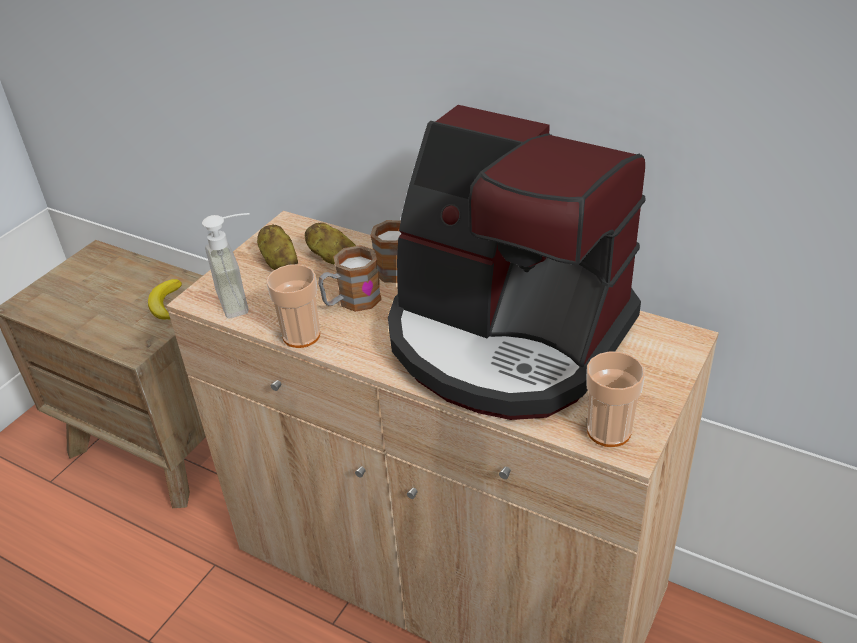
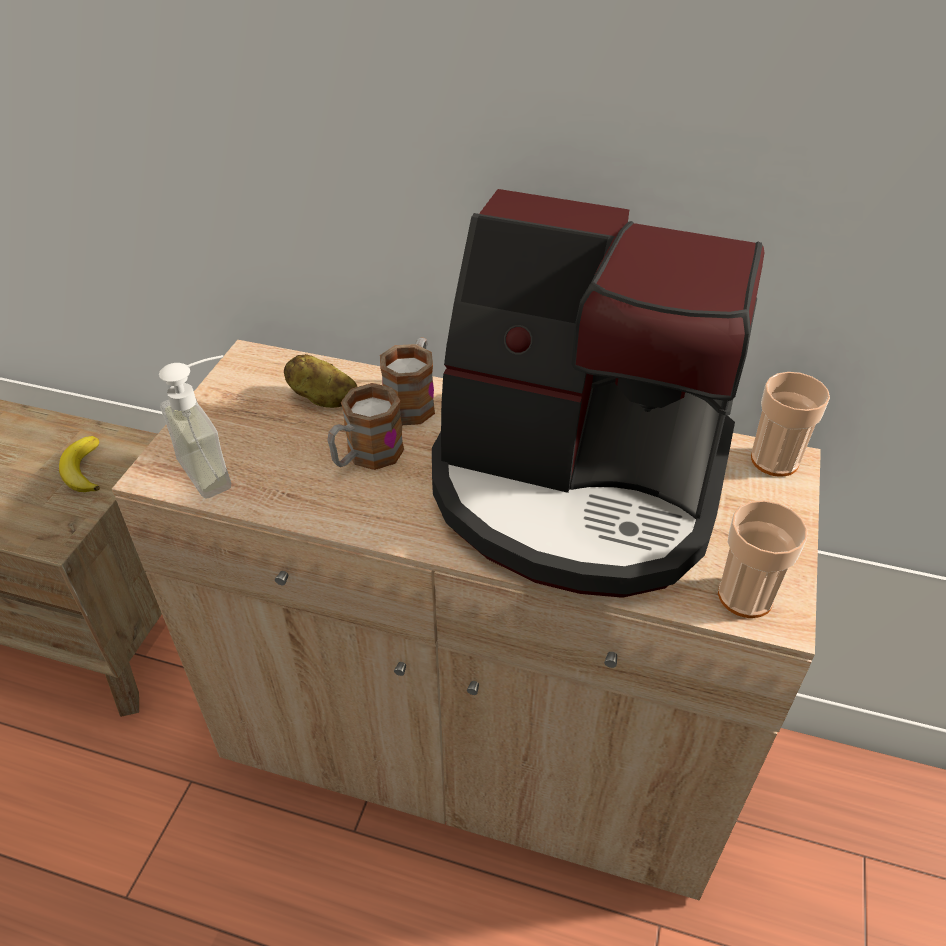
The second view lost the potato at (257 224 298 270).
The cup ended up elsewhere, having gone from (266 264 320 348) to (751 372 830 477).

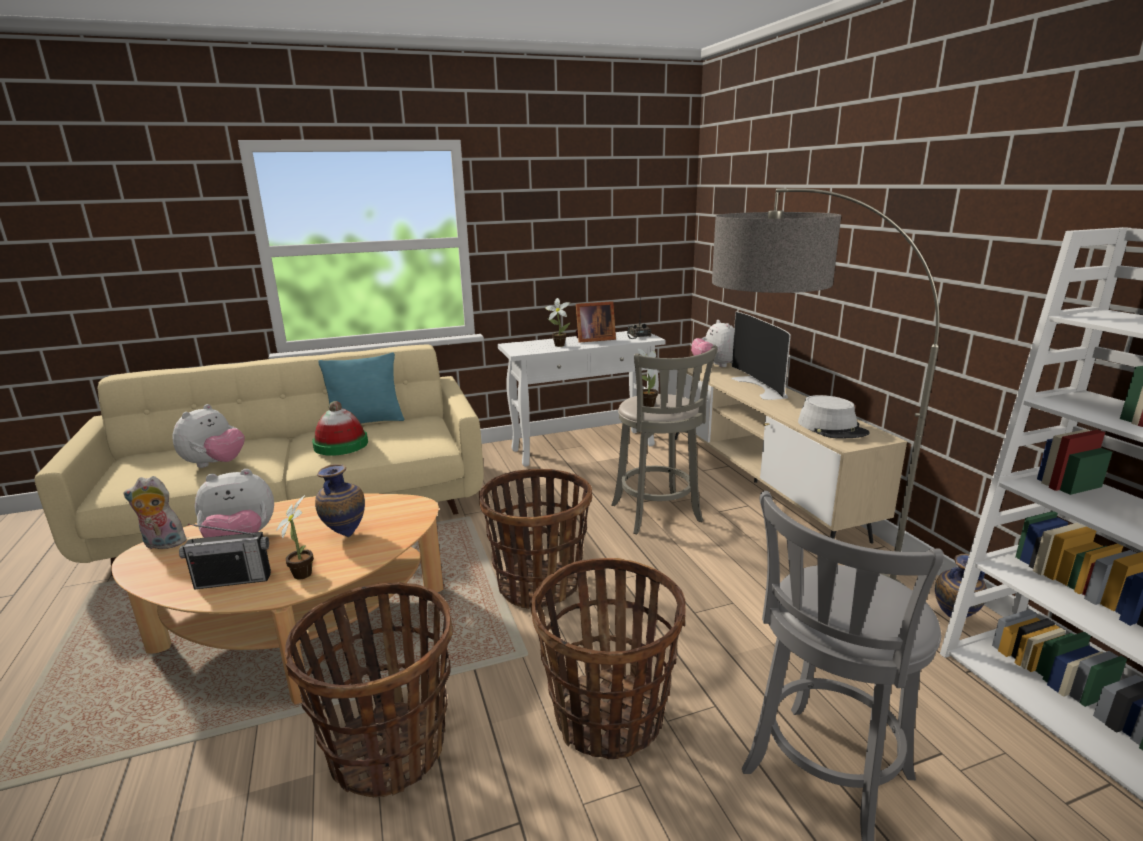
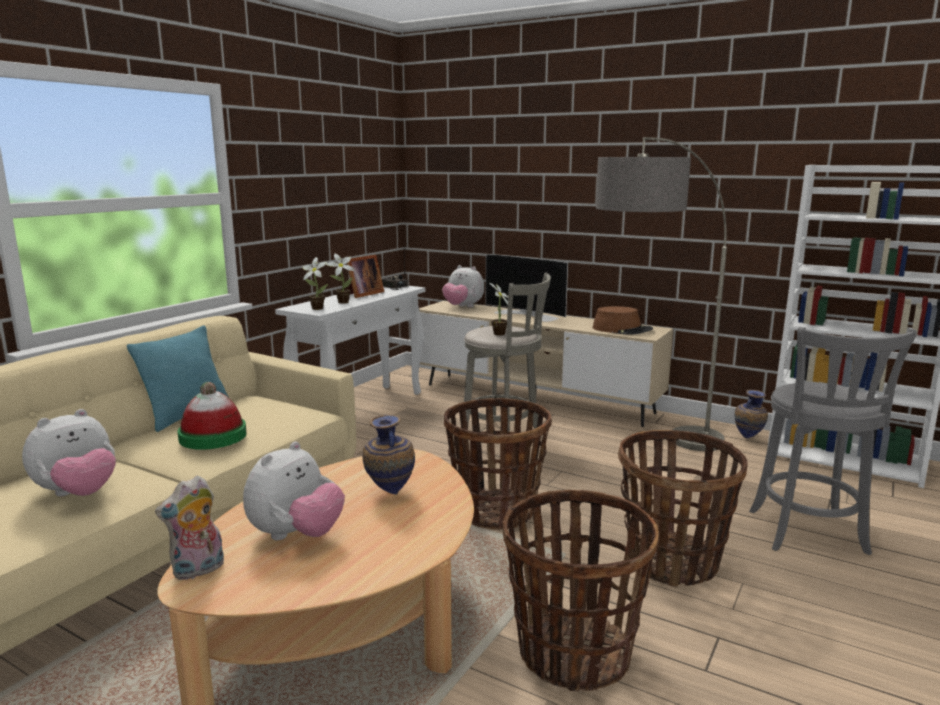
The second view lost the radio at (179 524 271 590).
The potted plant ended up elsewhere, having gone from (276 495 314 580) to (302 257 328 310).
What was the grey hat at (798 395 870 438) turned into the brown hat at (593 306 653 335).
The plush toy at (172 404 245 468) ended up facing another way, 60 degrees clockwise from before.

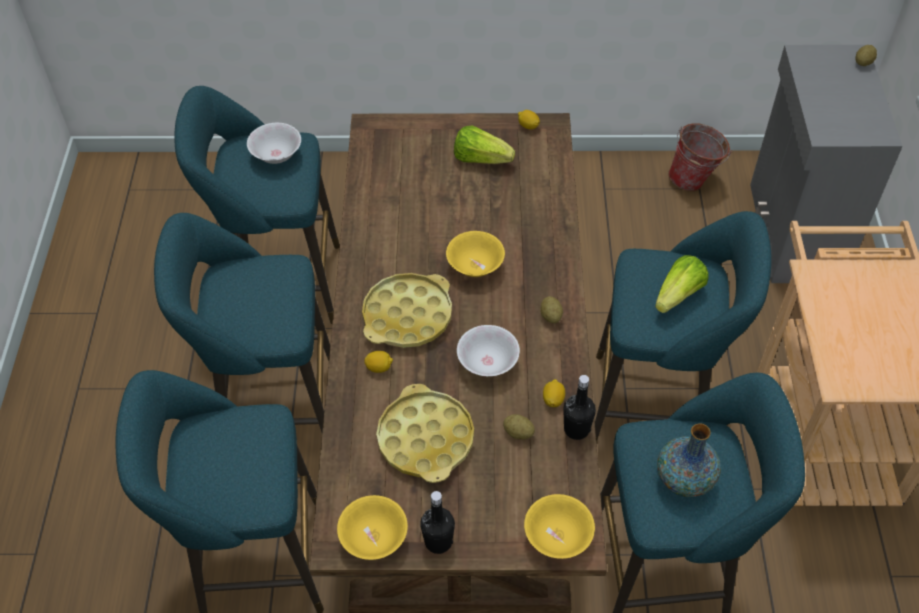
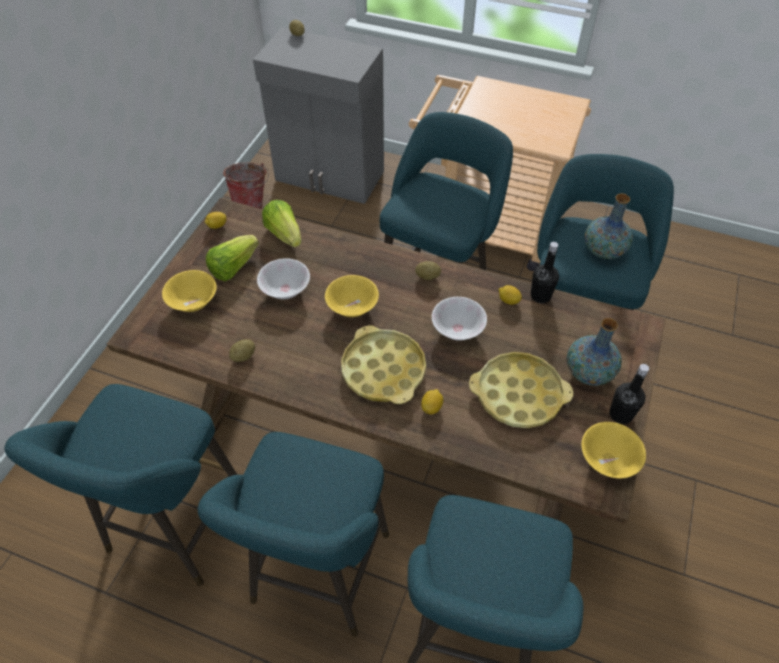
The second view gained the vase at (567 318 622 386).
The white bowl ended up elsewhere, having gone from (247 123 301 164) to (257 258 310 299).
The potato ended up elsewhere, having gone from (503 414 535 440) to (229 339 255 362).
The yellow bowl ended up elsewhere, having gone from (524 494 595 559) to (162 270 217 312).
The lettuce ended up elsewhere, having gone from (655 255 708 313) to (262 200 301 247).

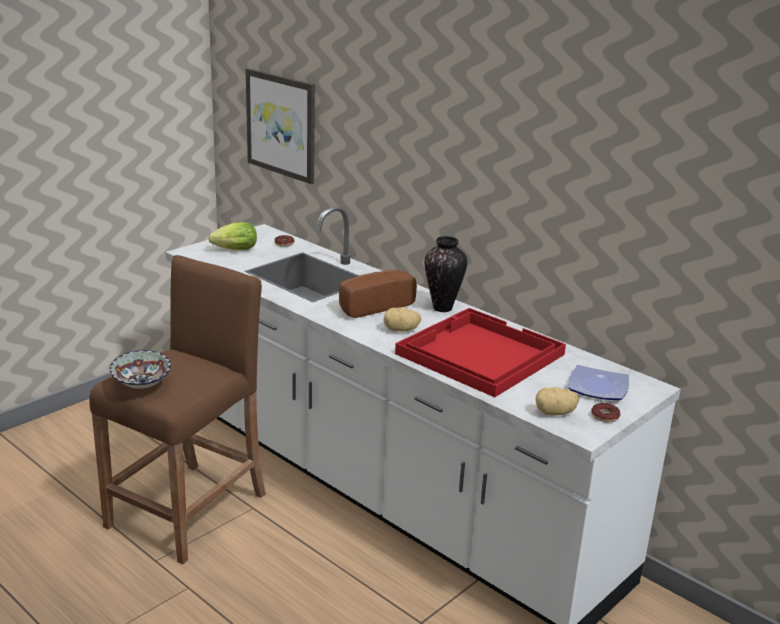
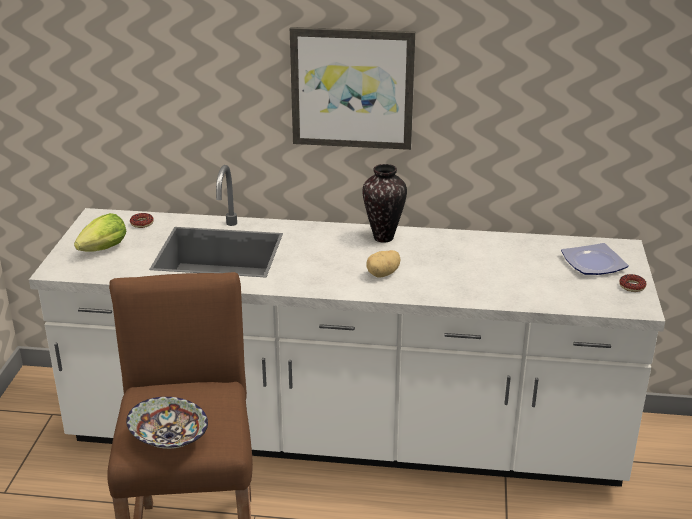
The second view lost the bread at (339 270 417 318).
The second view lost the red tray at (395 308 566 397).
The second view lost the potato at (536 387 579 416).
The picture ended up elsewhere, having gone from (246 68 315 184) to (290 27 415 150).

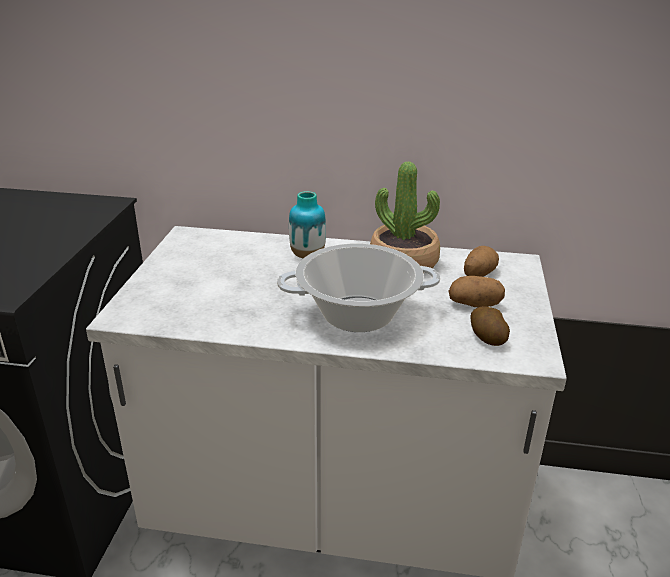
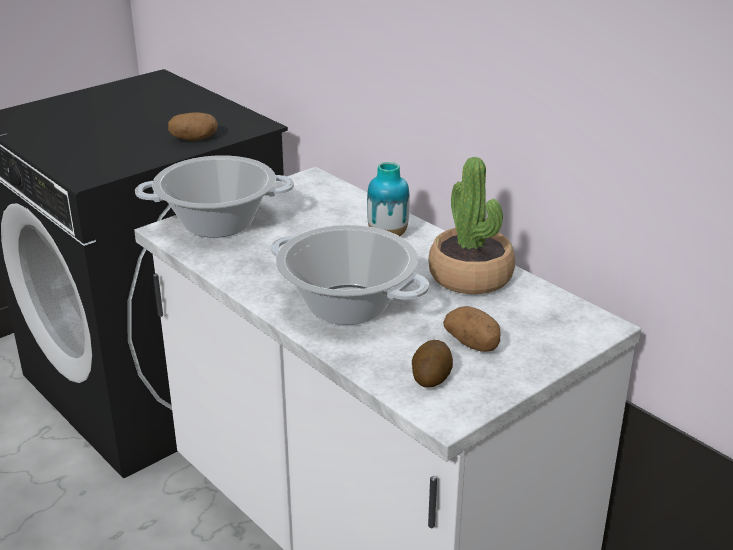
The second view gained the cooking pot at (135 155 294 238).
The potato ended up elsewhere, having gone from (464 246 499 277) to (168 112 218 141).

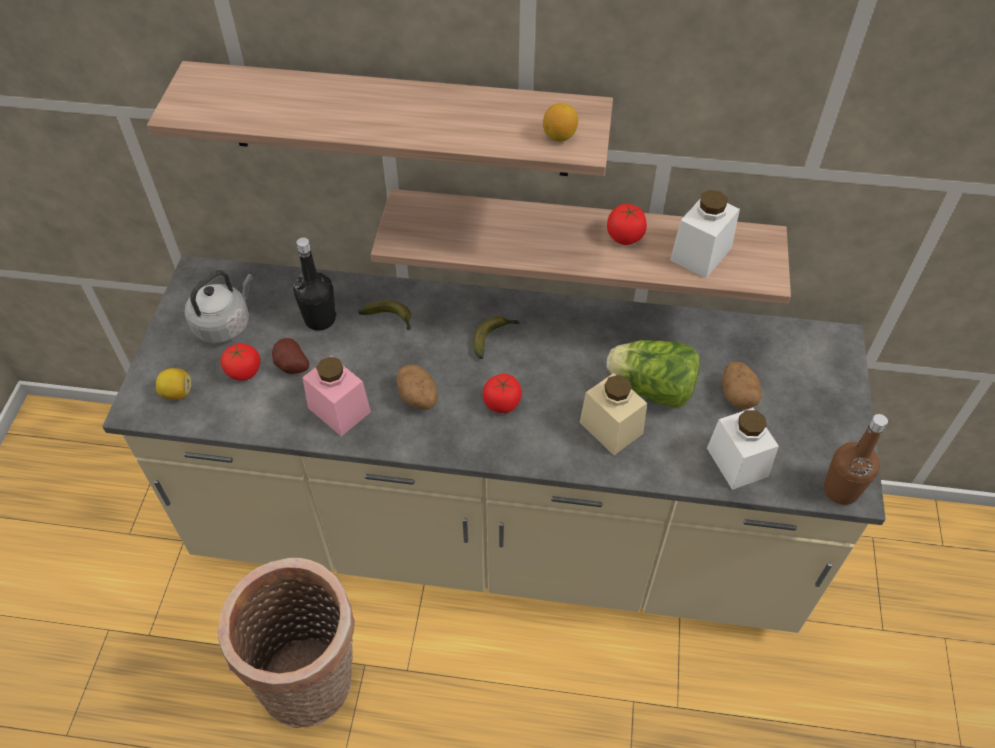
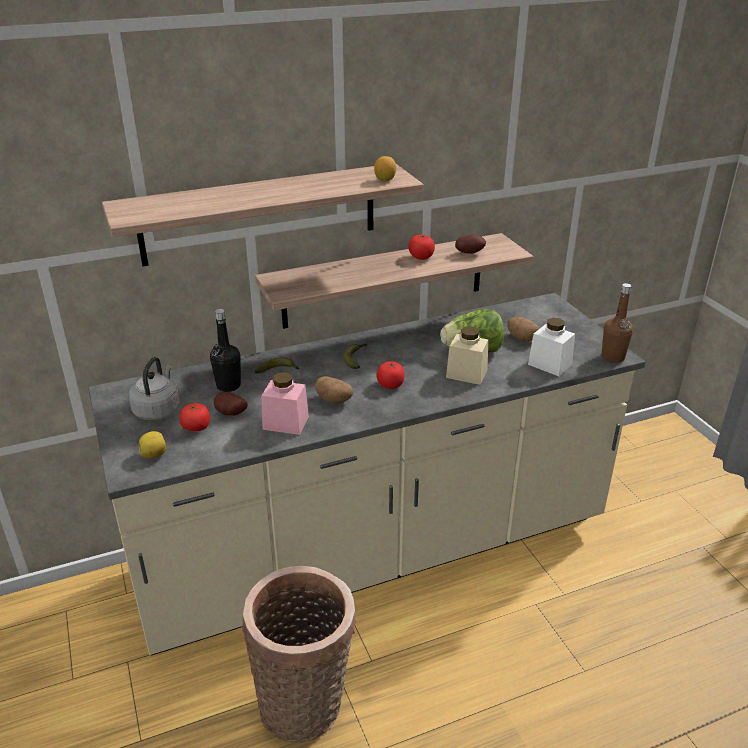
Where the white jar stood at (670 190 740 278), the potato came to stand at (455 234 486 254).

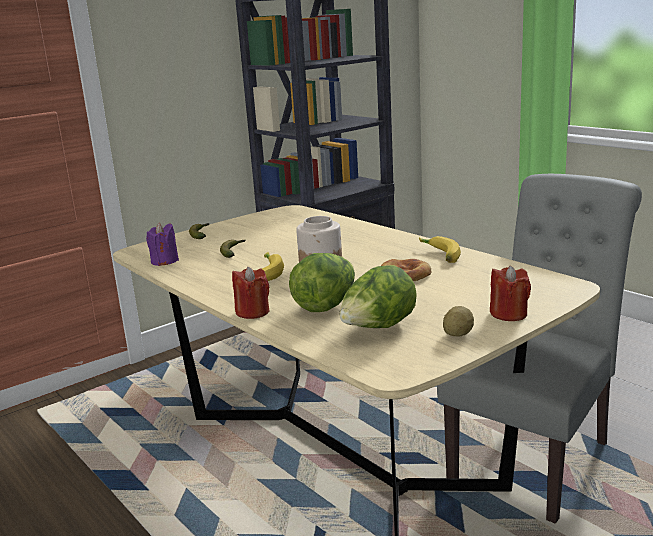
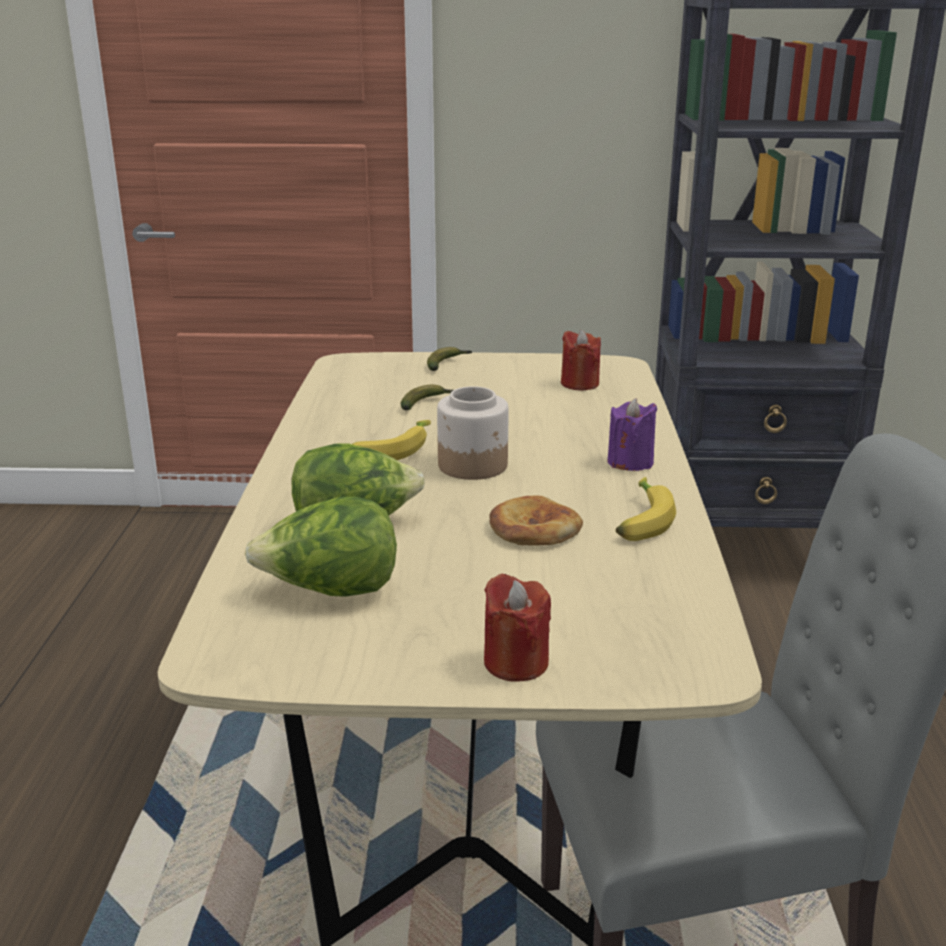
The second view lost the potato at (443 306 474 337).
The purple candle ended up elsewhere, having gone from (146 223 179 266) to (607 398 657 471).
The red candle ended up elsewhere, having gone from (232 267 269 319) to (561 330 601 391).

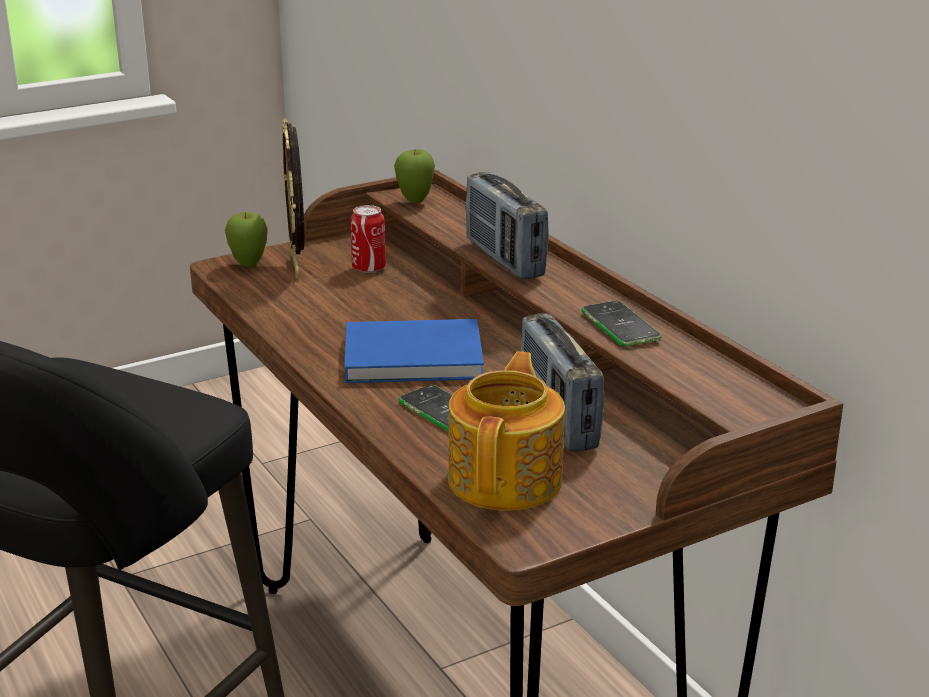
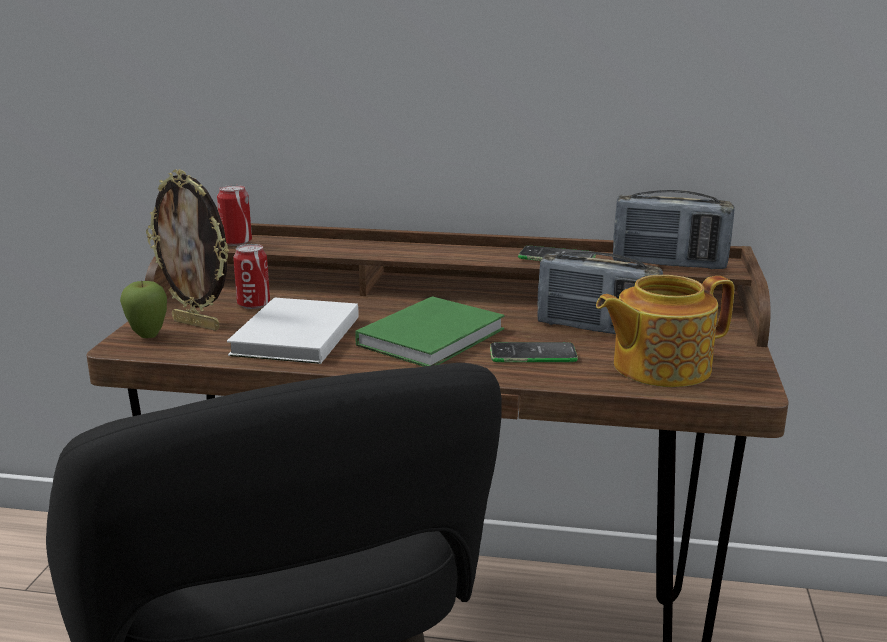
The second view gained the white book at (227 297 359 364).
The radio ended up elsewhere, having gone from (465 172 549 279) to (613 190 735 269).
Where the apple stood at (394 149 435 203), the can came to stand at (217 185 252 246).
What was the blue book at (344 319 484 383) turned into the green book at (355 296 505 367).
The teapot at (448 351 565 511) ended up facing another way, 75 degrees counterclockwise from before.

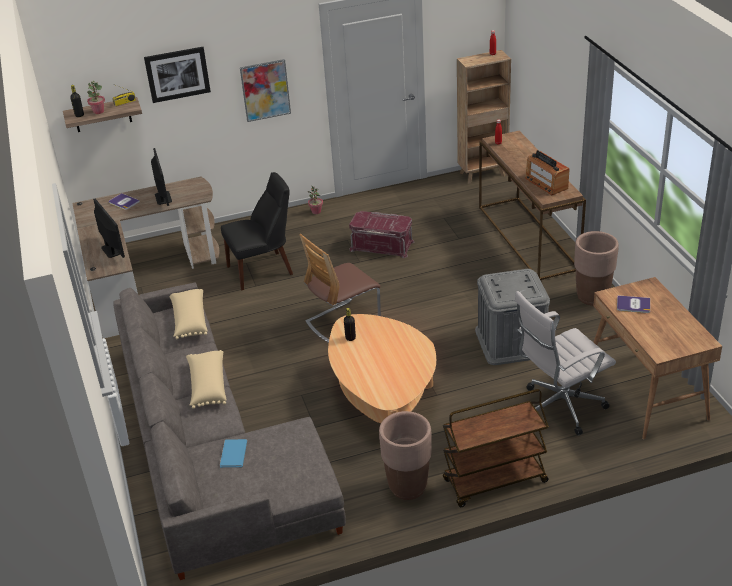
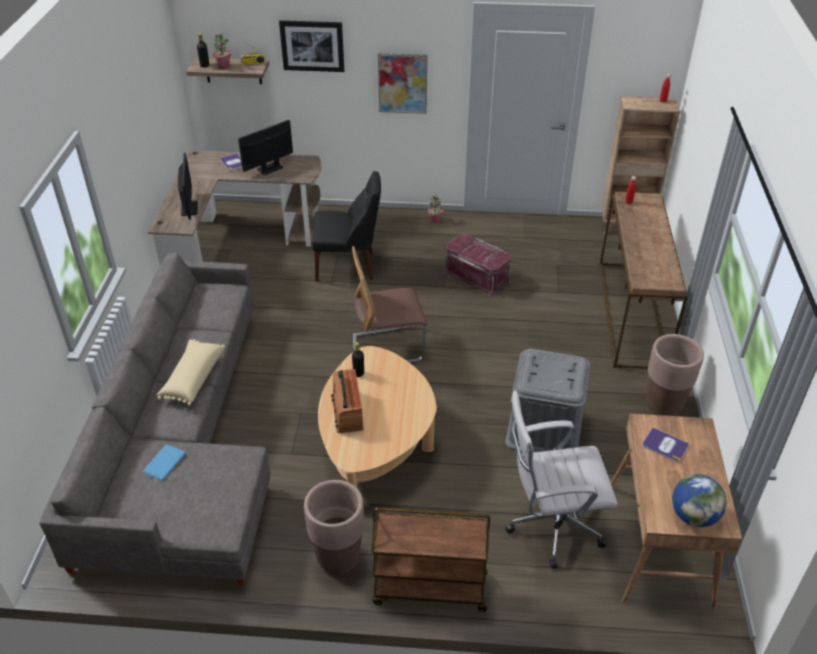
The second view lost the beige pillow at (170 289 208 339).
The second view gained the globe at (672 474 727 527).
The radio ended up elsewhere, having gone from (525 150 570 195) to (331 369 363 433).
The monitor at (151 148 172 206) ended up facing another way, 135 degrees counterclockwise from before.

